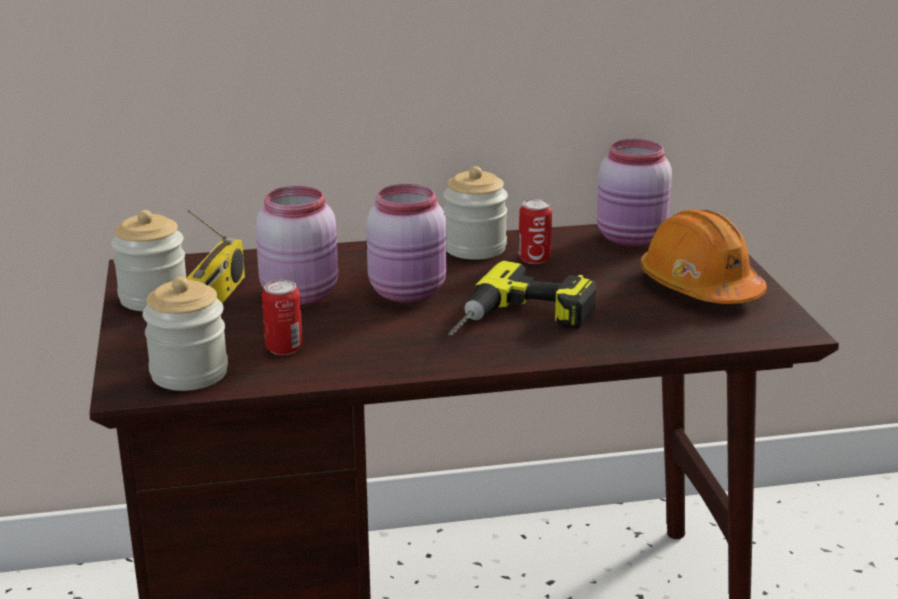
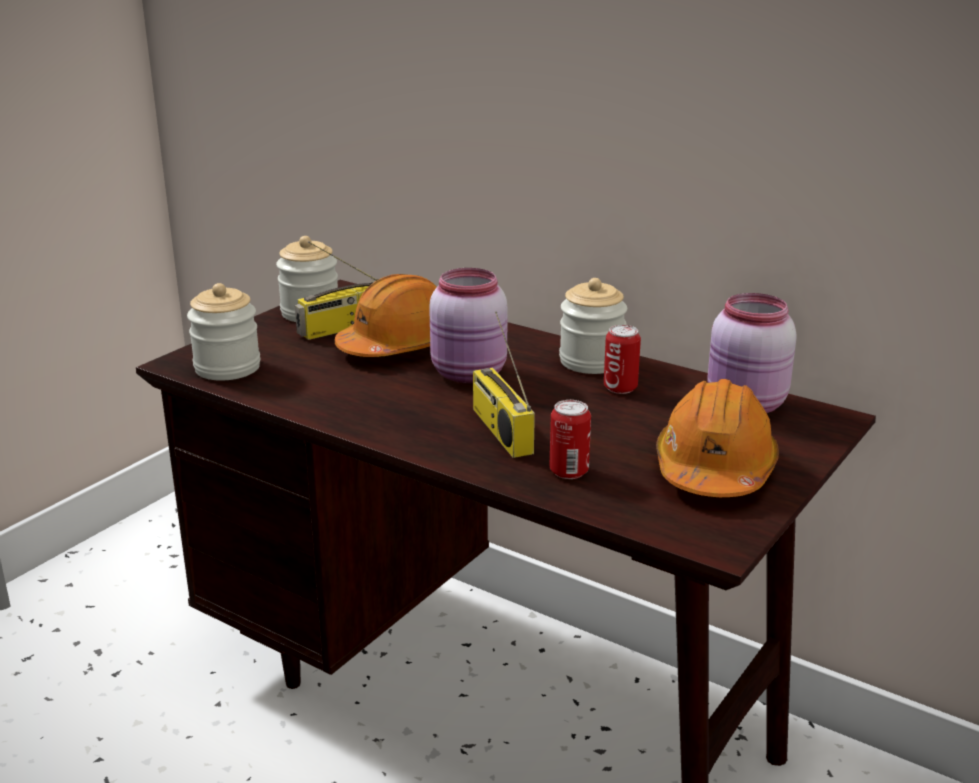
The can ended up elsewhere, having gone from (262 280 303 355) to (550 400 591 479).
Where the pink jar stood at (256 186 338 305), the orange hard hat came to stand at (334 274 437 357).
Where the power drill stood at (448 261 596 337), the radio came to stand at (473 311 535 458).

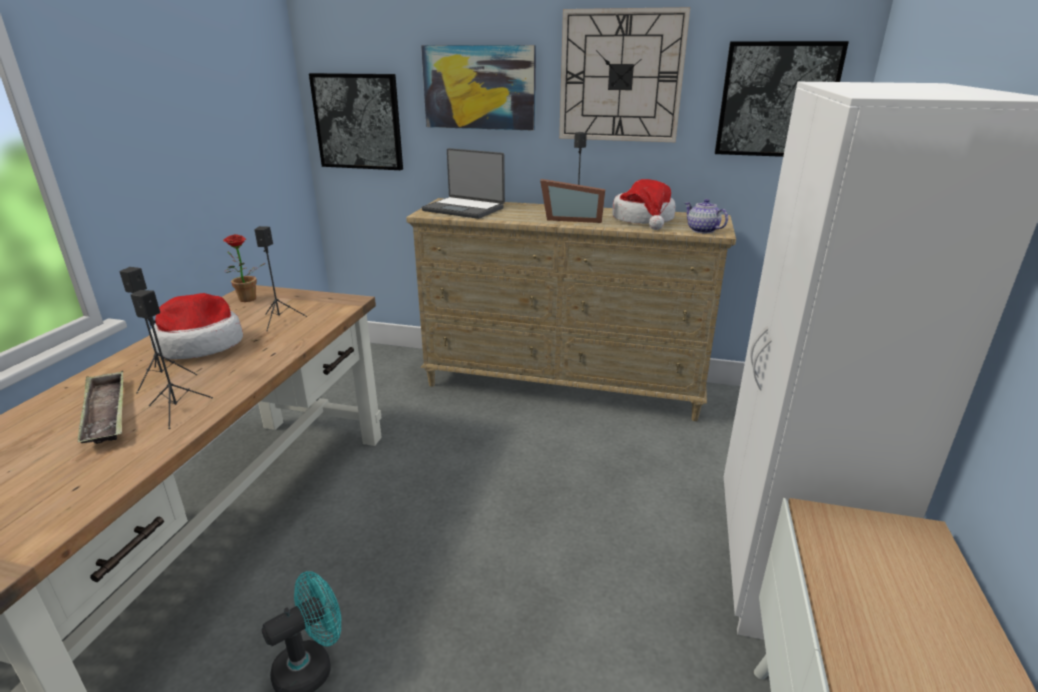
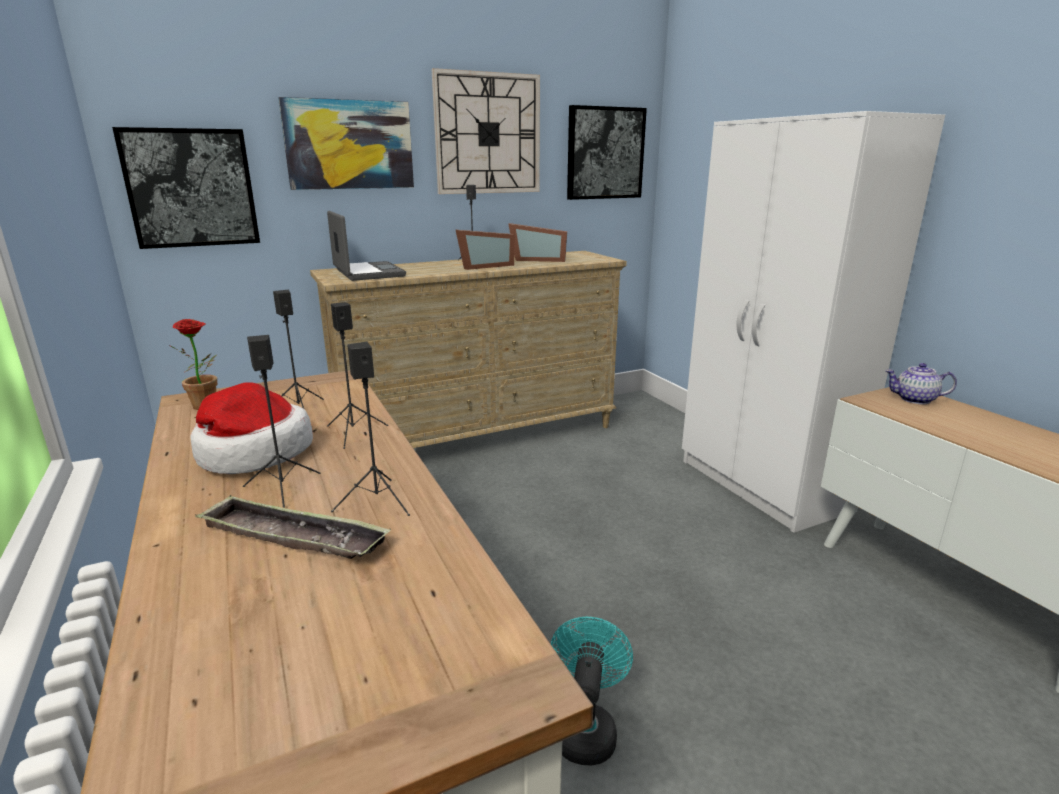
The second view gained the black speaker at (327 302 388 449).
The teapot ended up elsewhere, having gone from (685 199 728 233) to (885 363 957 404).
Where the hat stood at (612 179 675 230), the picture frame came to stand at (508 223 567 262).
The laptop at (422 148 505 219) ended up facing another way, 105 degrees counterclockwise from before.

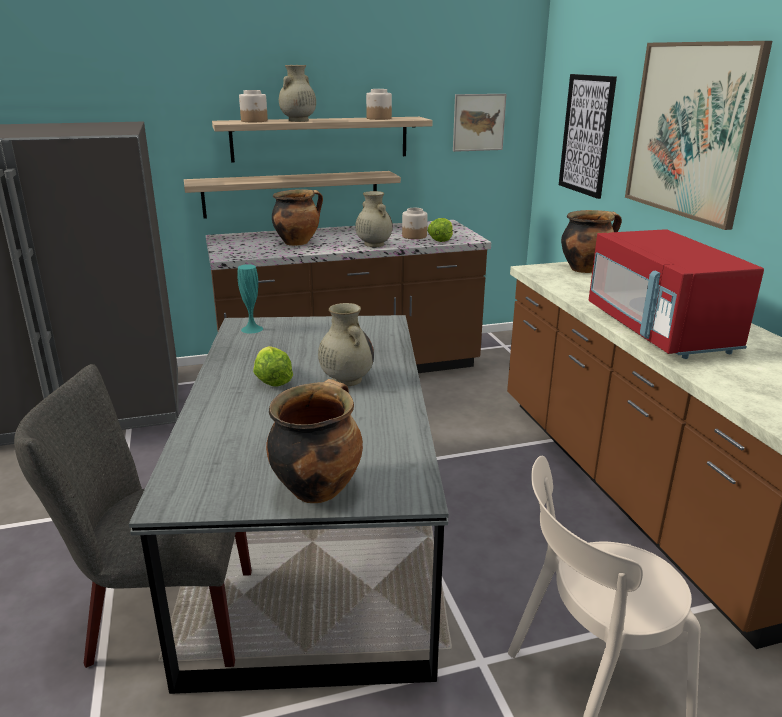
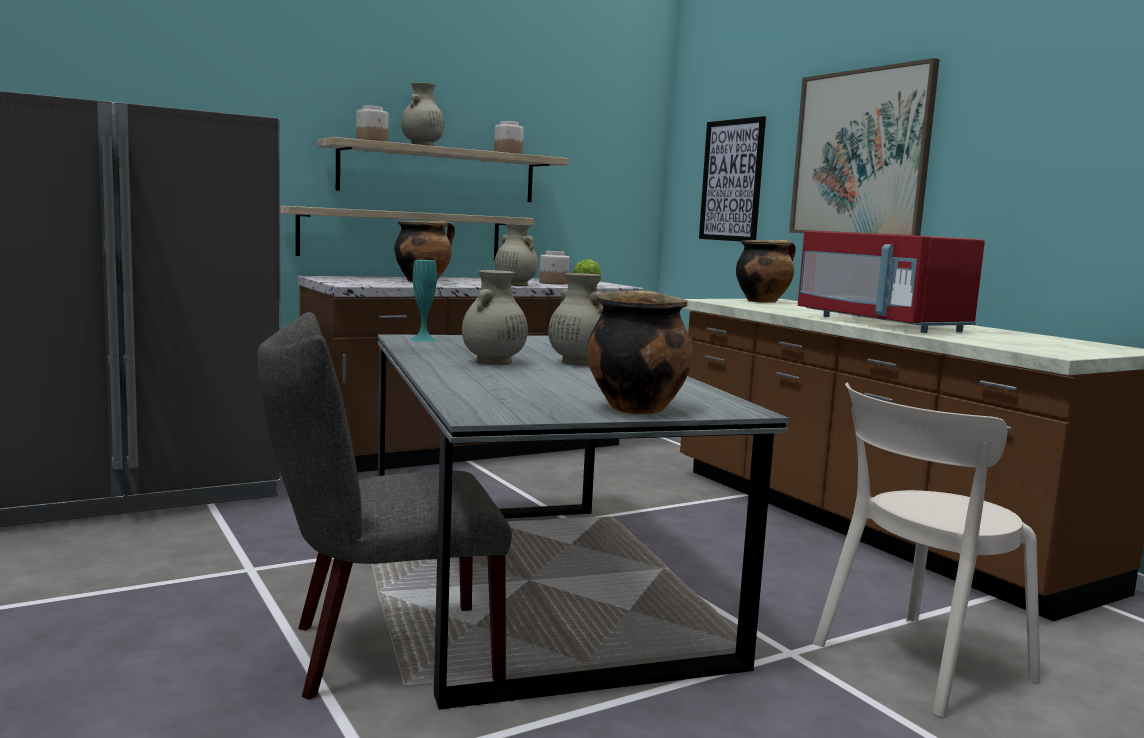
The second view lost the picture at (453 94 507 152).
Where the lettuce stood at (253 346 293 386), the beige vase came to stand at (462 270 528 365).

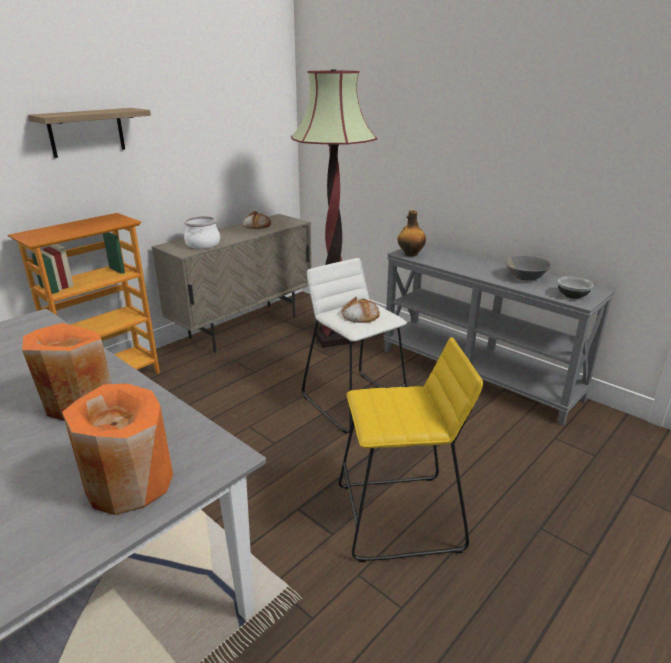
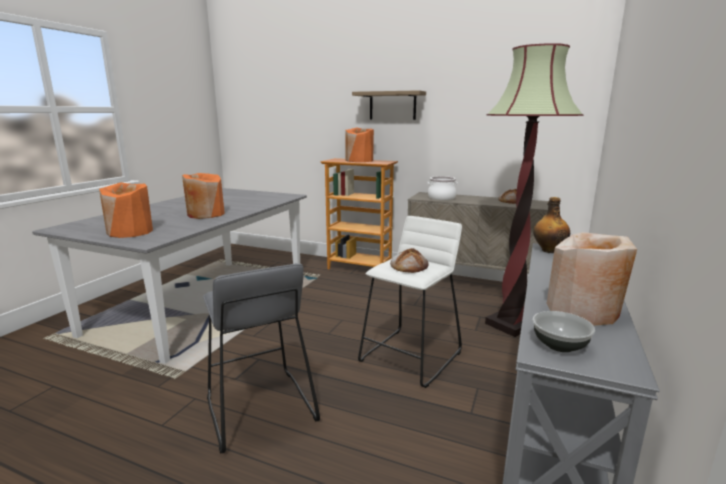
The second view gained the orange vase at (345 127 374 162).
Where the grey bowl stood at (505 256 551 281), the beige vase came to stand at (547 232 637 326).
What was the yellow stool at (339 337 483 562) turned into the grey stool at (203 263 320 454).

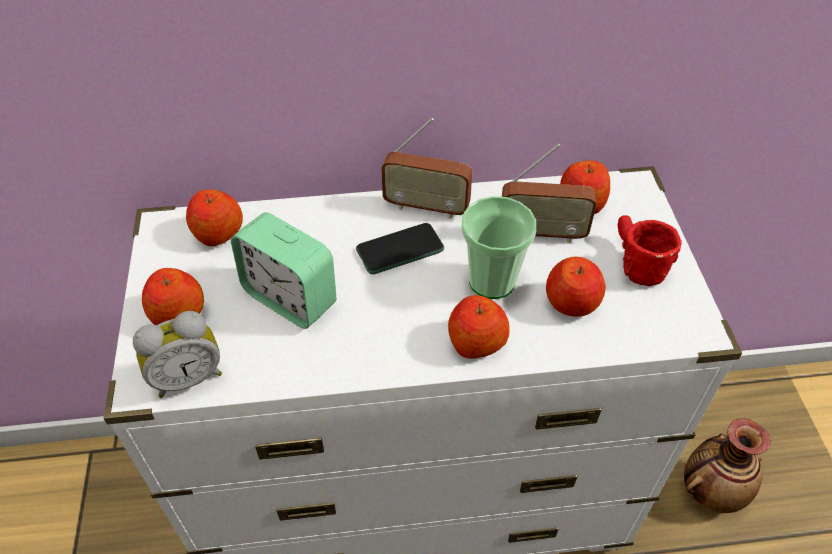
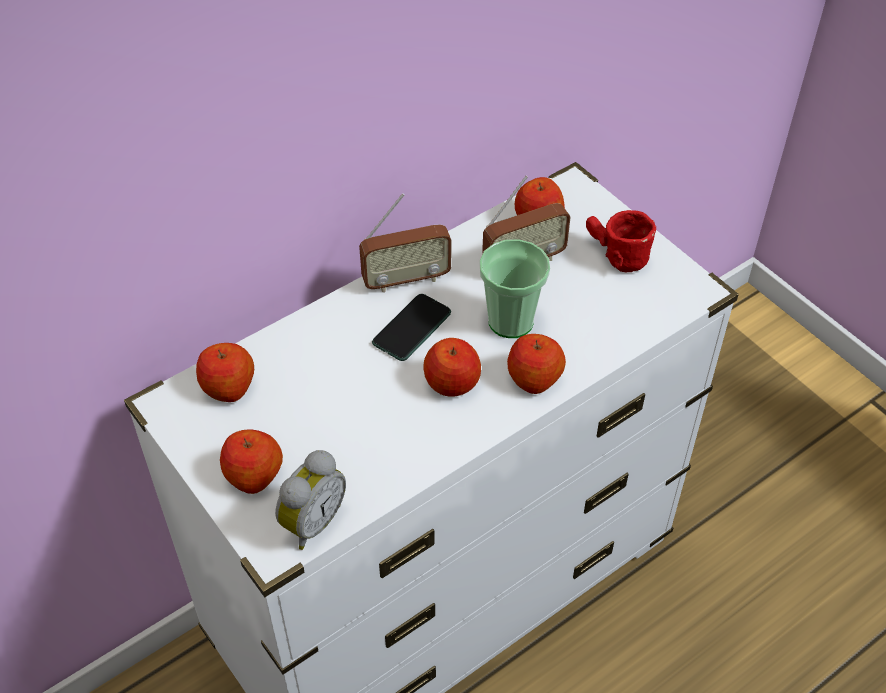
The second view lost the alarm clock at (231 212 337 329).
The second view lost the vase at (684 418 770 513).
The apple ended up elsewhere, having gone from (546 257 606 317) to (423 338 481 397).

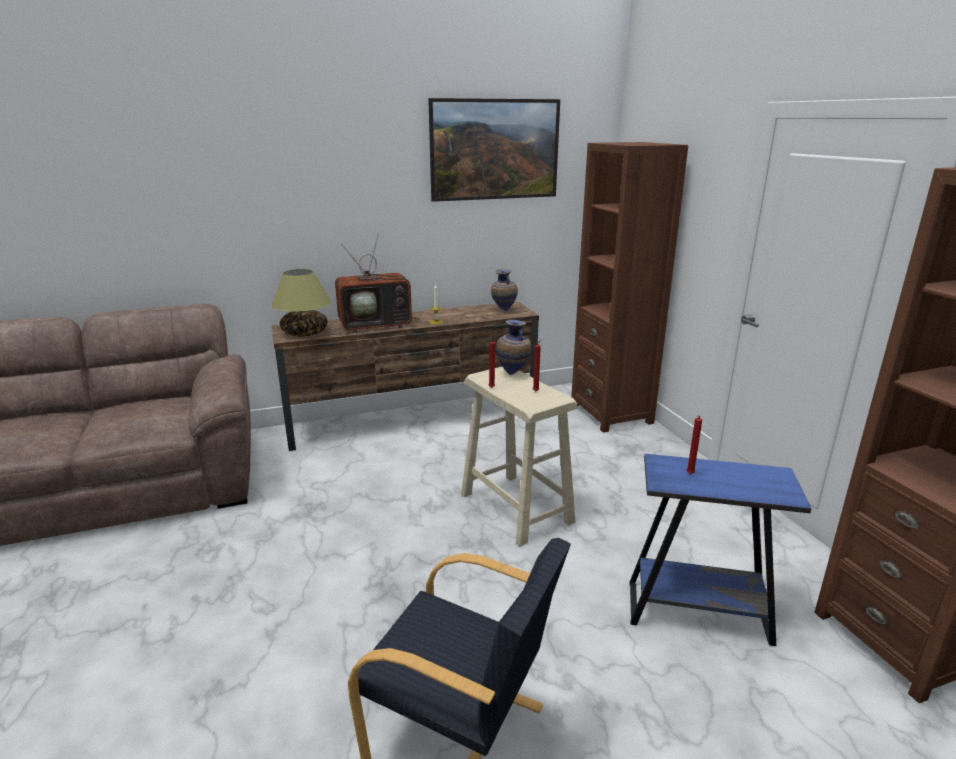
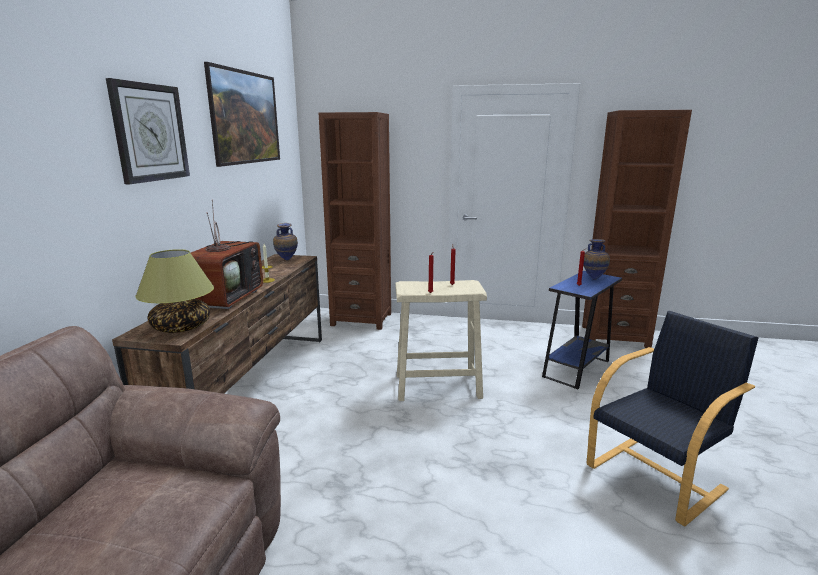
The second view gained the wall clock at (106 78 190 184).
The vase ended up elsewhere, having gone from (496 320 531 375) to (583 239 610 280).

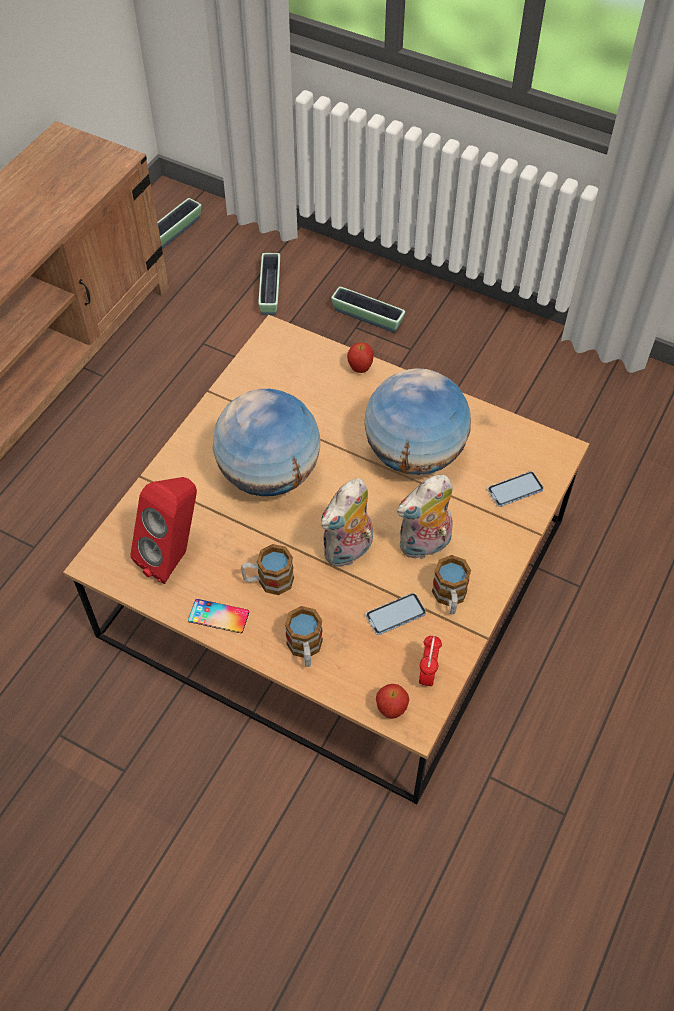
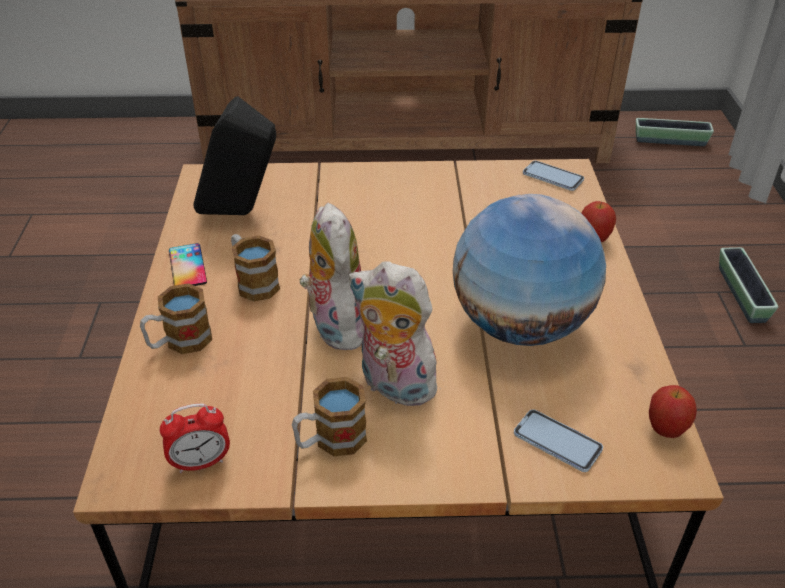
The second view lost the globe at (213 389 320 496).
The second view lost the planter at (259 253 280 315).
The phone ended up elsewhere, having gone from (366 593 426 635) to (523 161 584 191).
The apple ended up elsewhere, having gone from (376 684 409 719) to (649 385 697 438).
What was the red speaker at (130 477 197 584) turned into the black speaker at (193 96 276 215).
The plush toy at (321 479 373 568) ended up facing another way, 60 degrees clockwise from before.

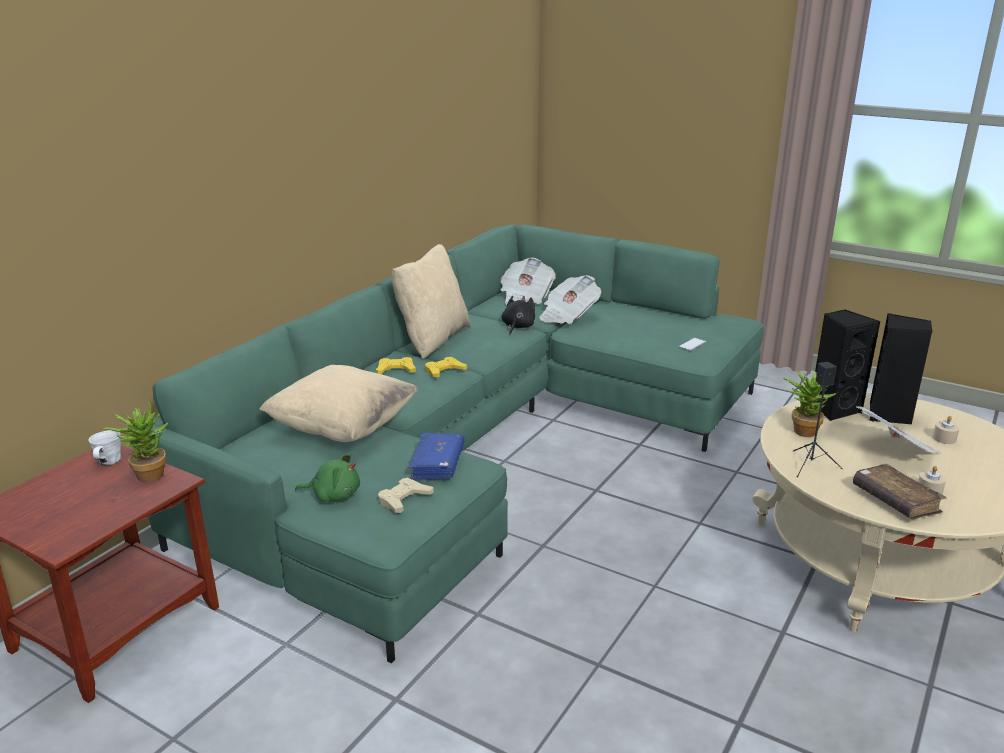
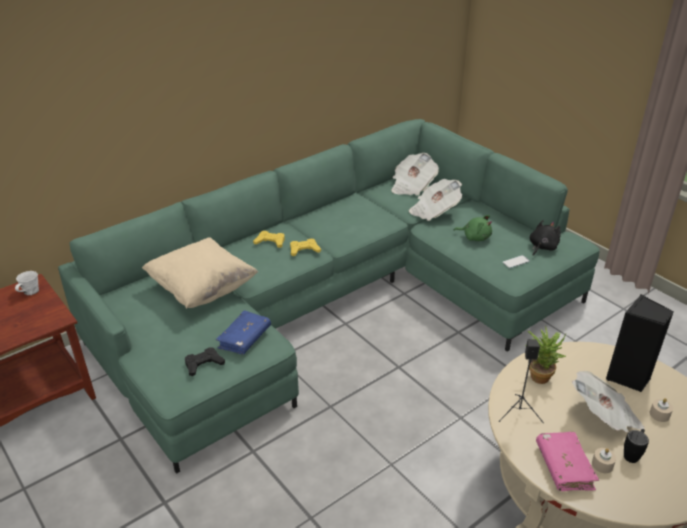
The second view lost the potted plant at (103 401 168 483).
The second view lost the beige pillow at (392 244 471 359).
The second view lost the black speaker at (815 309 880 421).
The second view gained the black mug at (624 429 649 463).
The green plush toy ended up elsewhere, having gone from (295 453 360 502) to (454 215 492 241).
The black plush toy ended up elsewhere, having gone from (502 295 535 334) to (530 220 561 256).
What was the beige game controller at (378 478 434 513) turned into the black game controller at (185 347 225 376).
What was the brown book at (853 464 947 519) turned into the pink book at (536 432 599 491).

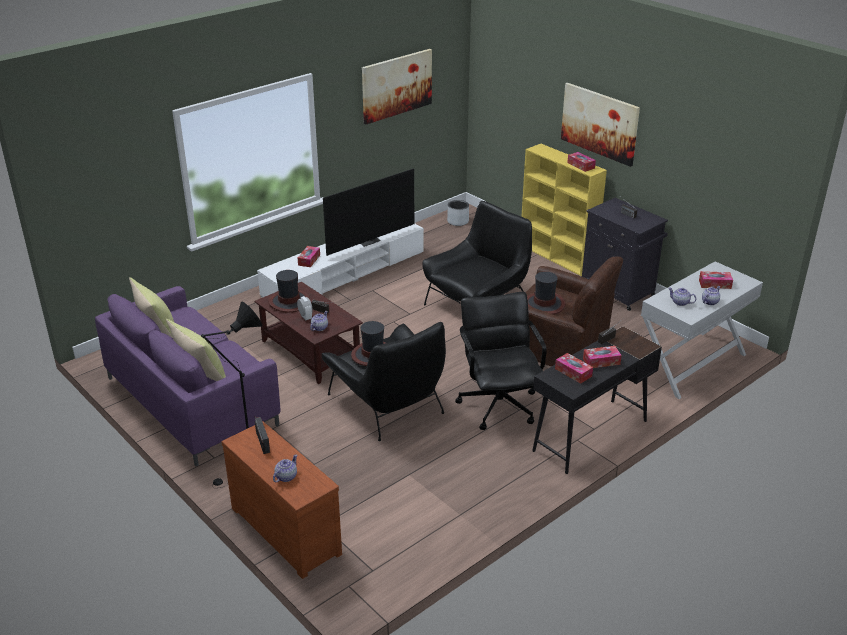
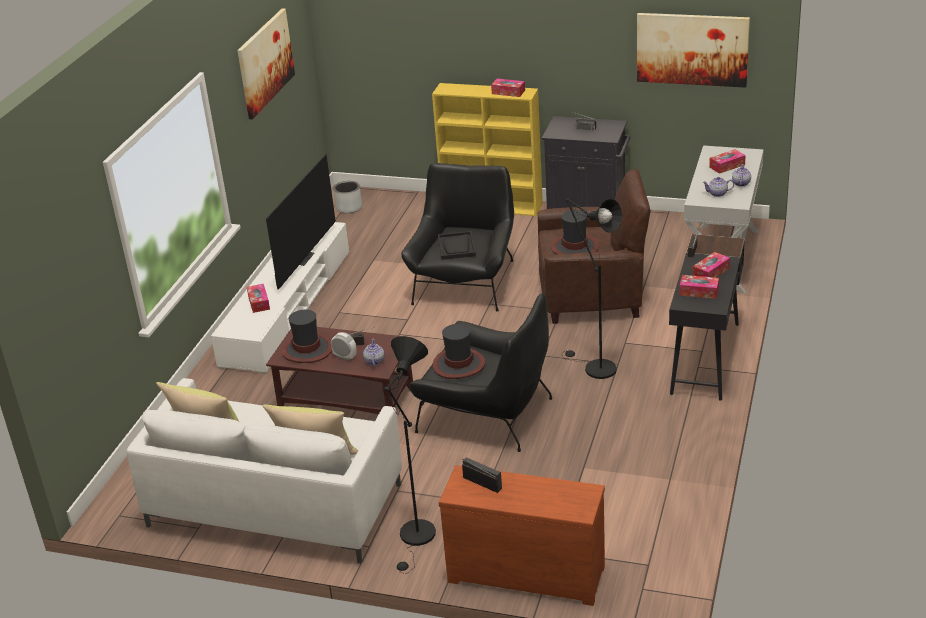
The second view lost the teapot at (273 454 298 482).
The second view gained the black tray at (438 231 476 260).
The picture ended up elsewhere, having gone from (561 83 640 167) to (637 13 750 88).
Where the black office chair stood at (455 292 547 430), the black floor lamp came to stand at (561 198 622 379).
What was the purple sofa at (95 286 280 466) turned into the white sofa at (127 378 402 564).

